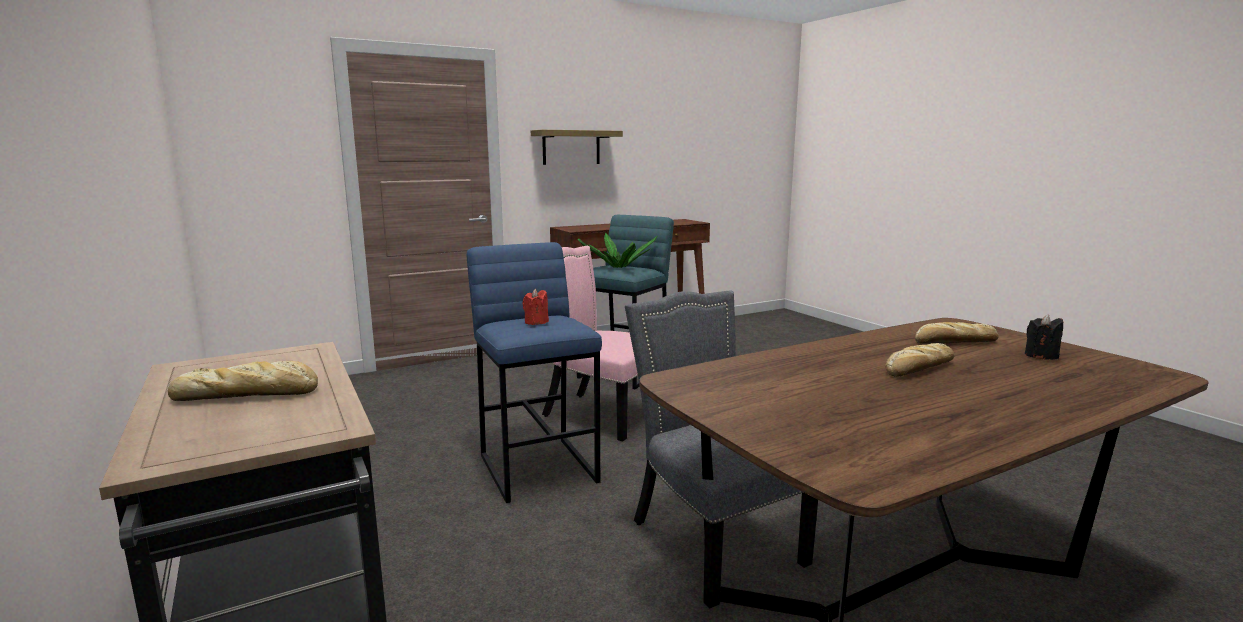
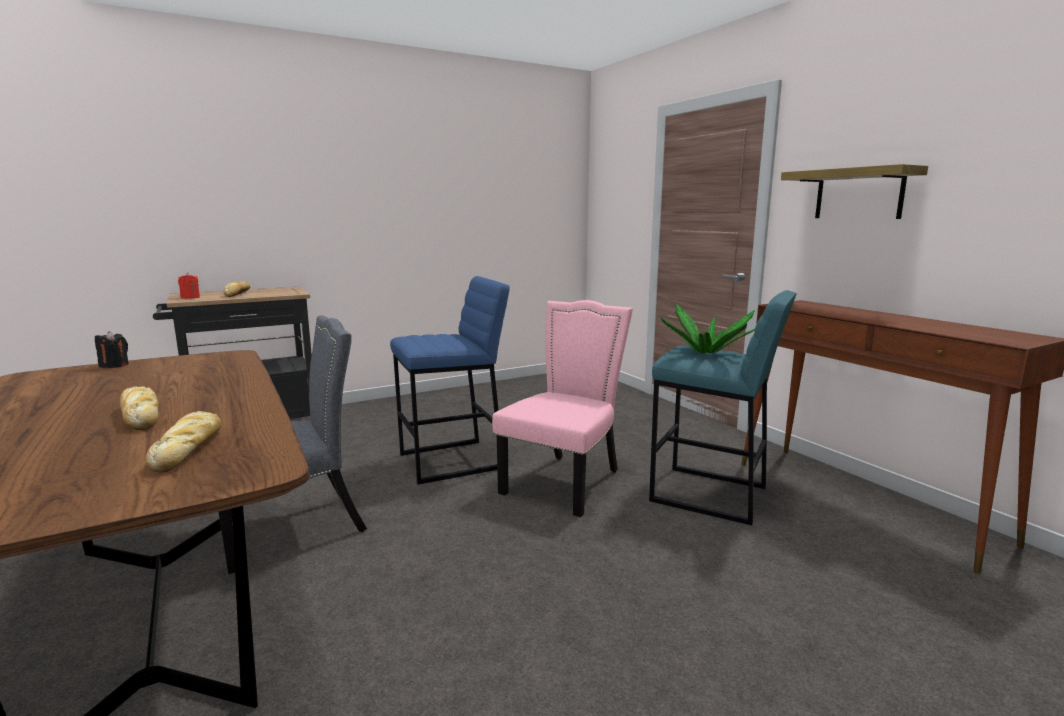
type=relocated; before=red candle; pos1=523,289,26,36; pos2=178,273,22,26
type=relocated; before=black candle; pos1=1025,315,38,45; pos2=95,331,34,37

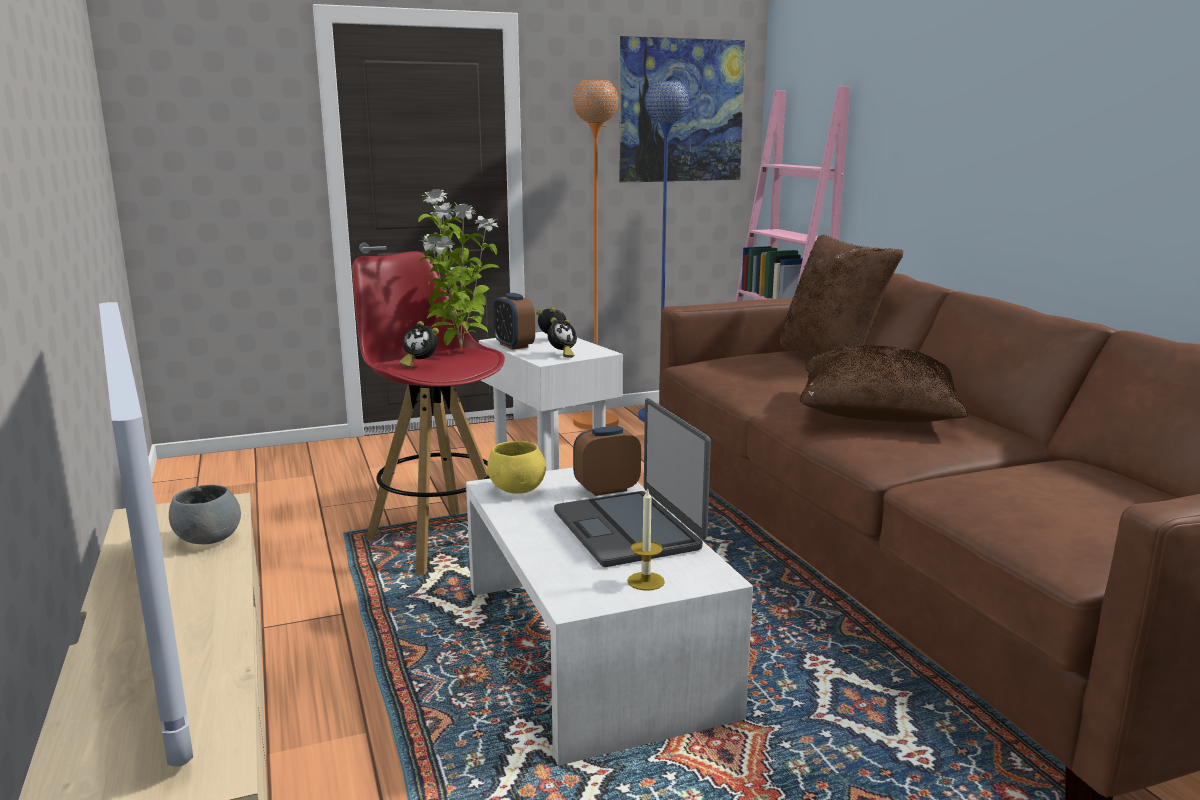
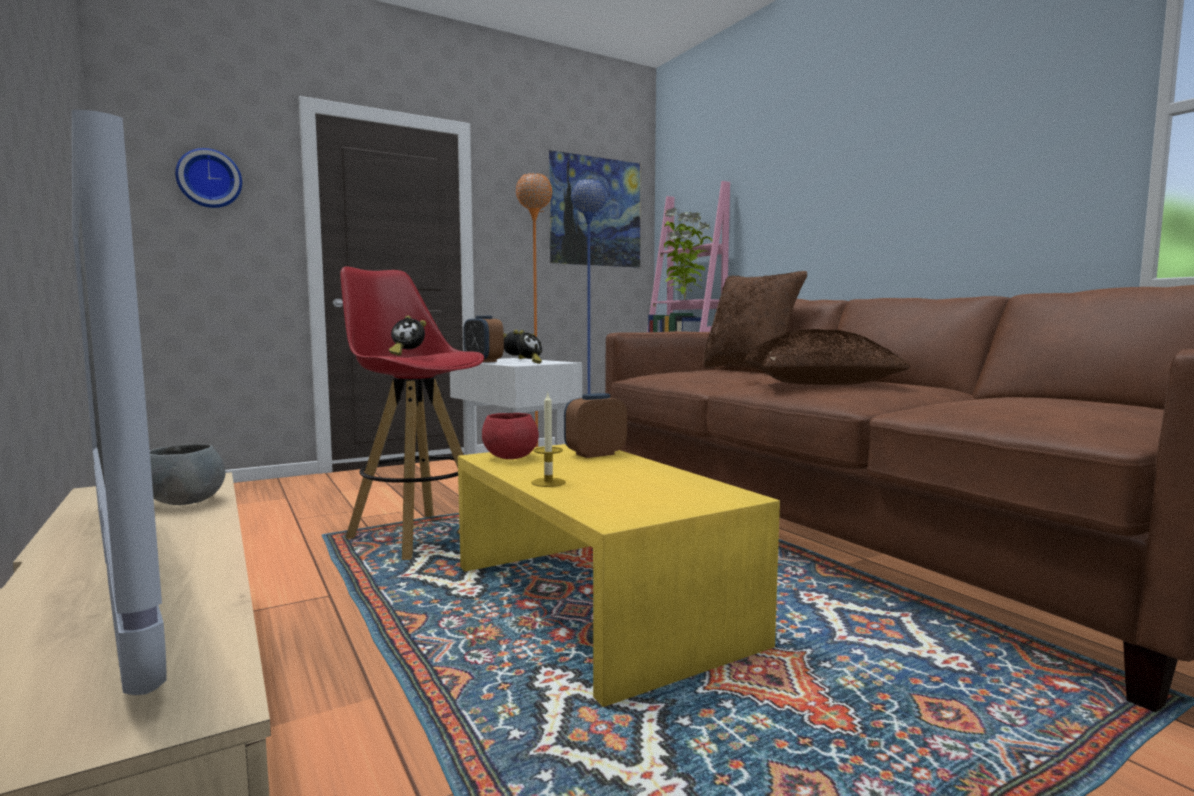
type=relocated; before=potted plant; pos1=418,189,81,160; pos2=664,208,48,92
type=missing; before=laptop; pos1=554,398,157,169
type=colour; before=yellow bowl; after=red bowl; pos1=487,441,59,53; pos2=482,413,57,46
type=colour; before=white coffee table; after=yellow coffee table; pos1=466,467,287,299; pos2=458,444,322,263
type=relocated; before=candle; pos1=627,487,38,104; pos2=531,393,35,94
type=appeared; after=wall clock; pos2=175,148,67,60

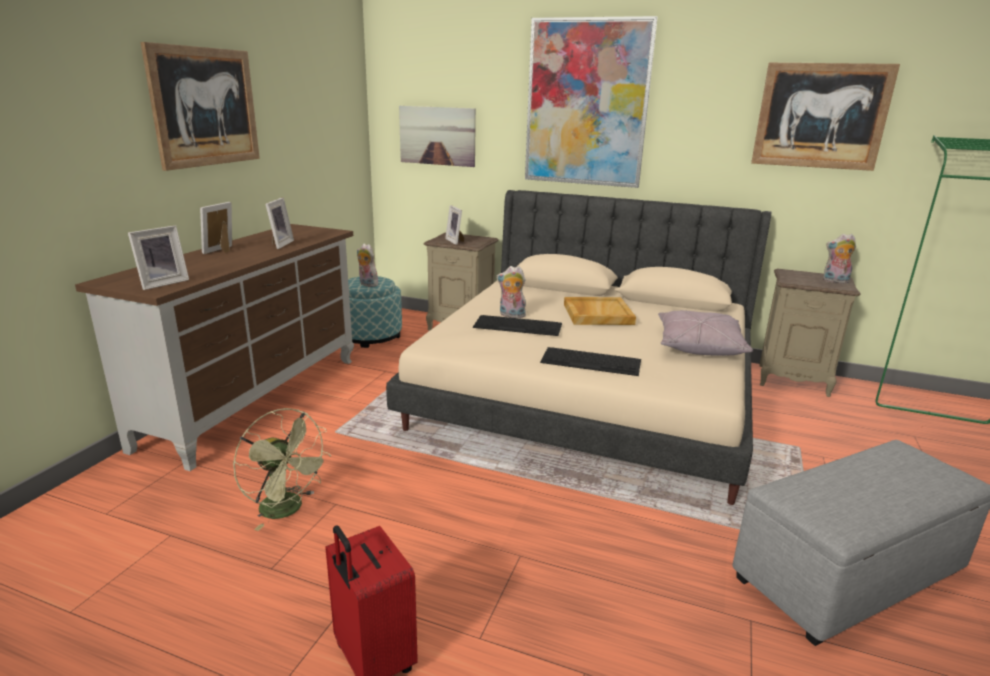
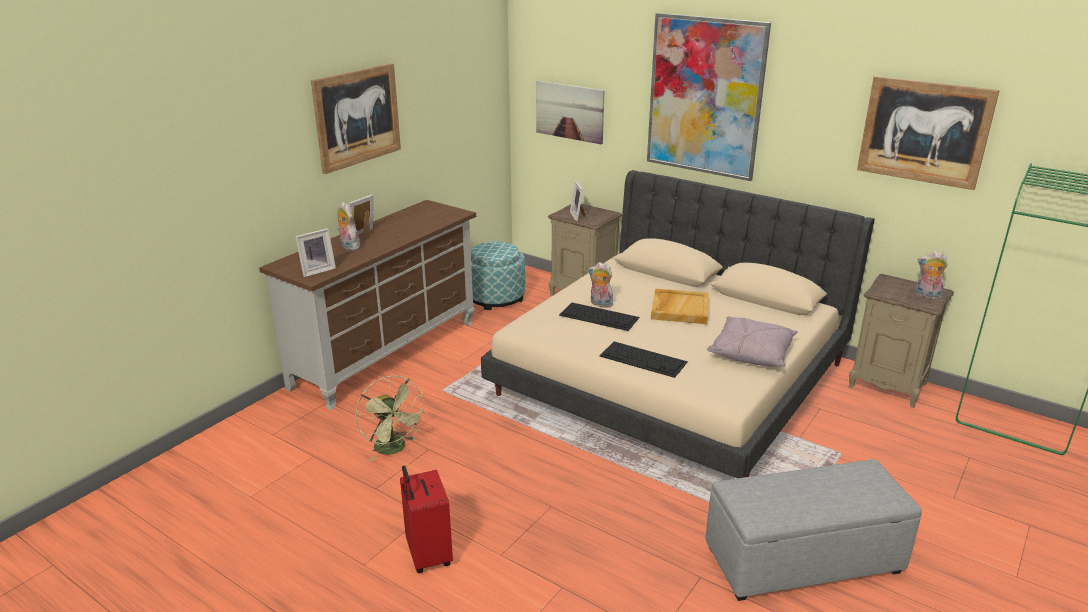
type=missing; before=picture frame; pos1=265,198,29,51
type=relocated; before=plush toy; pos1=357,243,21,44; pos2=337,202,23,48

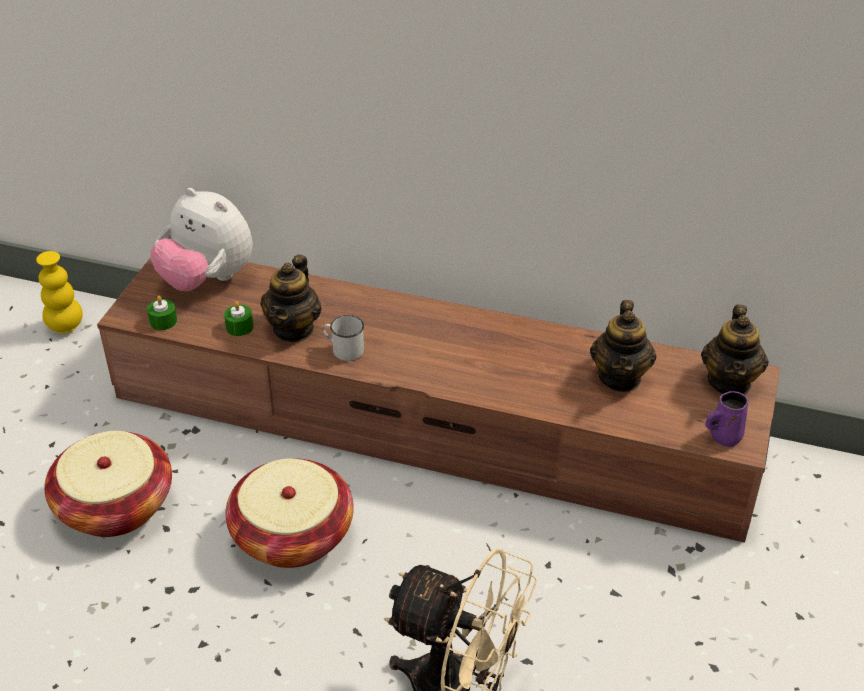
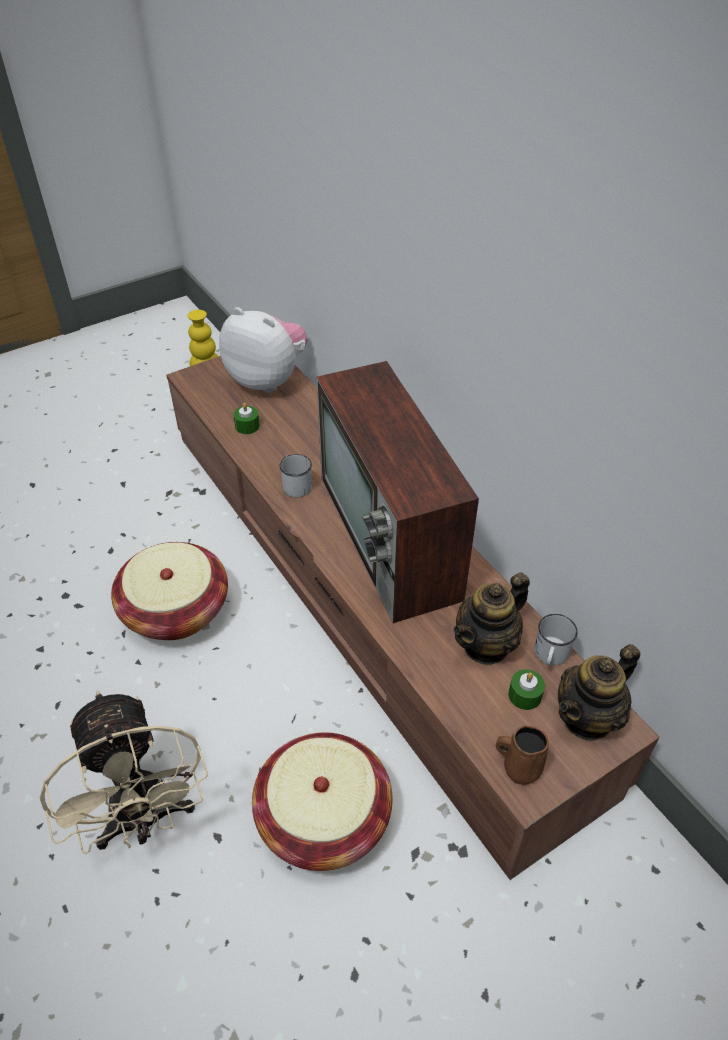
type=spun; before=plush toy; pos1=151,188,102,103; pos2=219,307,88,86; turn=135
type=missing; before=teapot; pos1=260,255,62,87
type=relocated; before=green candle; pos1=147,296,30,34; pos2=508,669,37,41
type=colour; before=purple mug; after=brown mug; pos1=705,391,44,56; pos2=496,726,53,59
type=relocated; before=basket; pos1=44,431,128,106; pos2=252,732,140,139
type=appeared; after=television; pos2=317,361,162,262
type=appeared; after=white mug; pos2=534,614,44,52

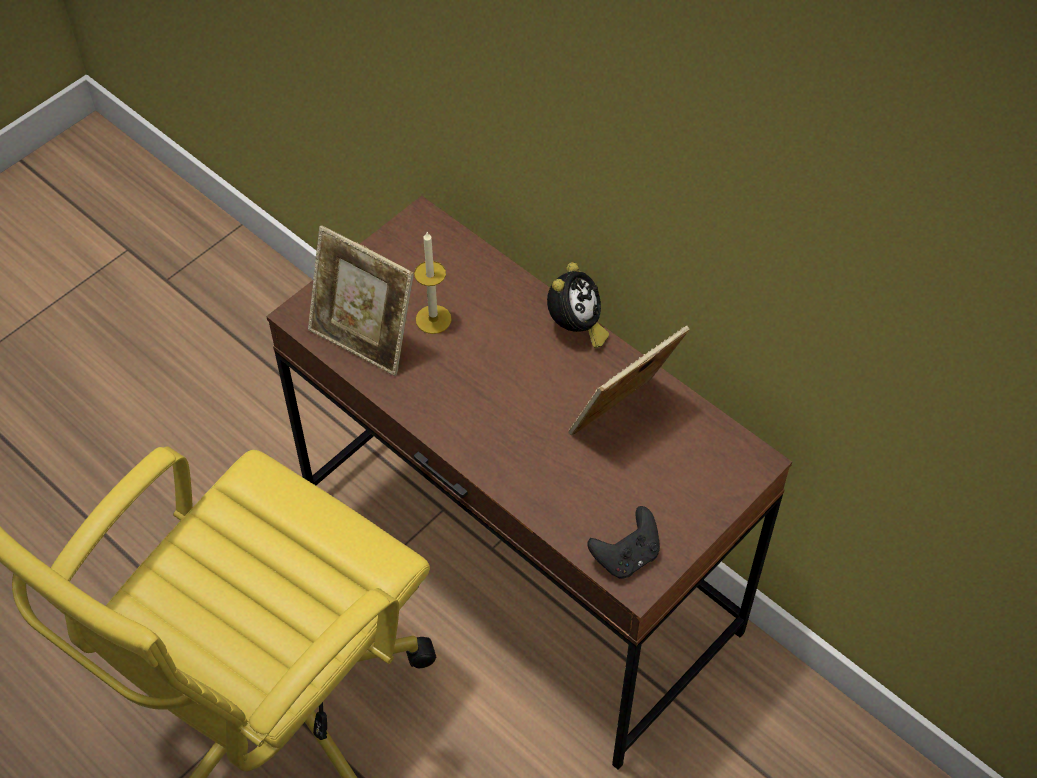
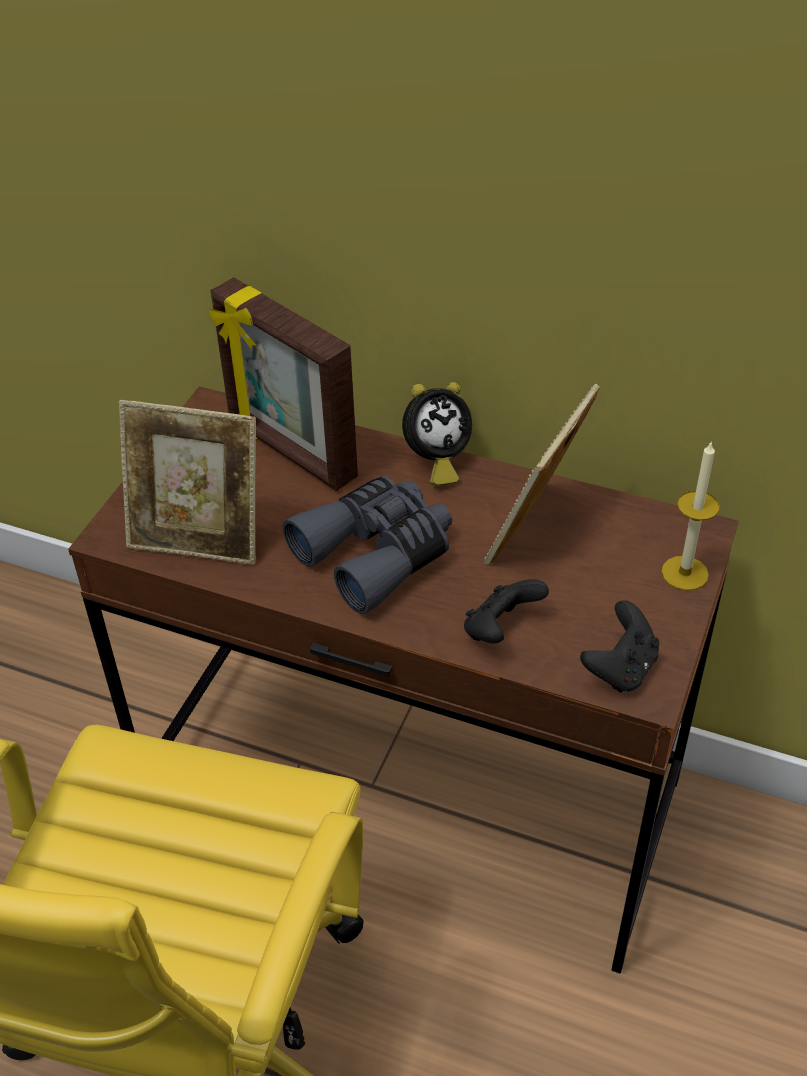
type=relocated; before=candle; pos1=414,232,38,102; pos2=661,441,59,150
type=spun; before=alarm clock; pos1=547,262,62,86; pos2=402,382,70,104; turn=60
type=appeared; after=picture frame; pos2=209,277,149,214
type=appeared; after=grey binoculars; pos2=283,476,169,138
type=appeared; after=black game controller; pos2=464,579,85,64

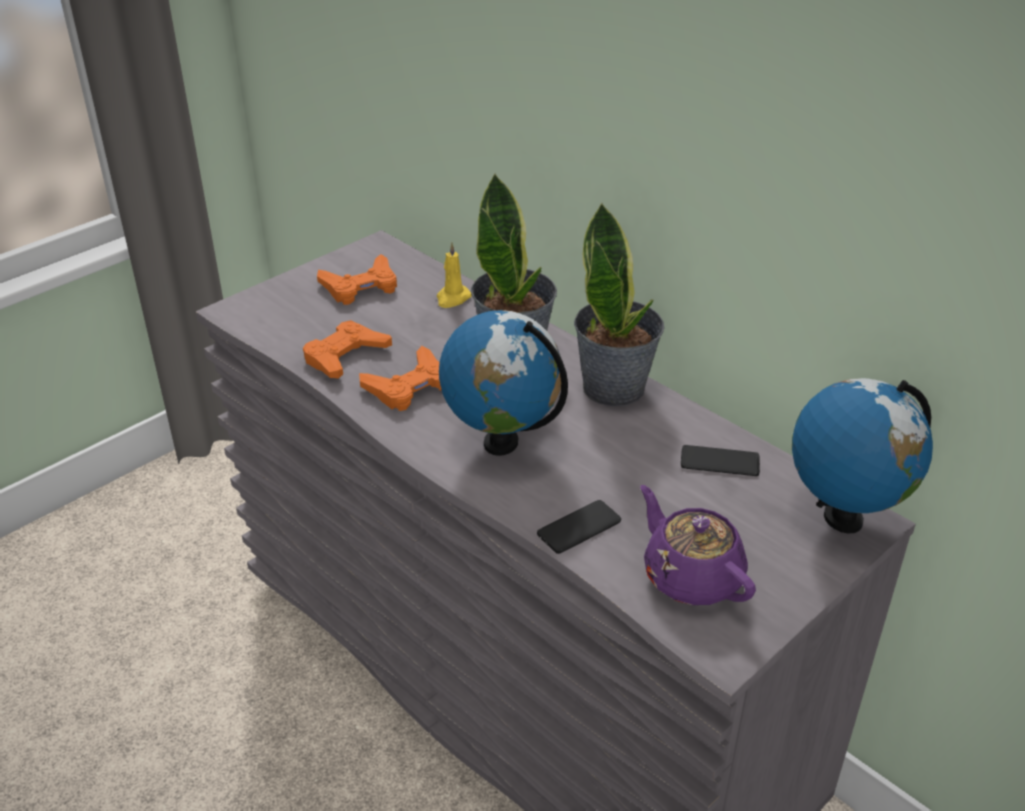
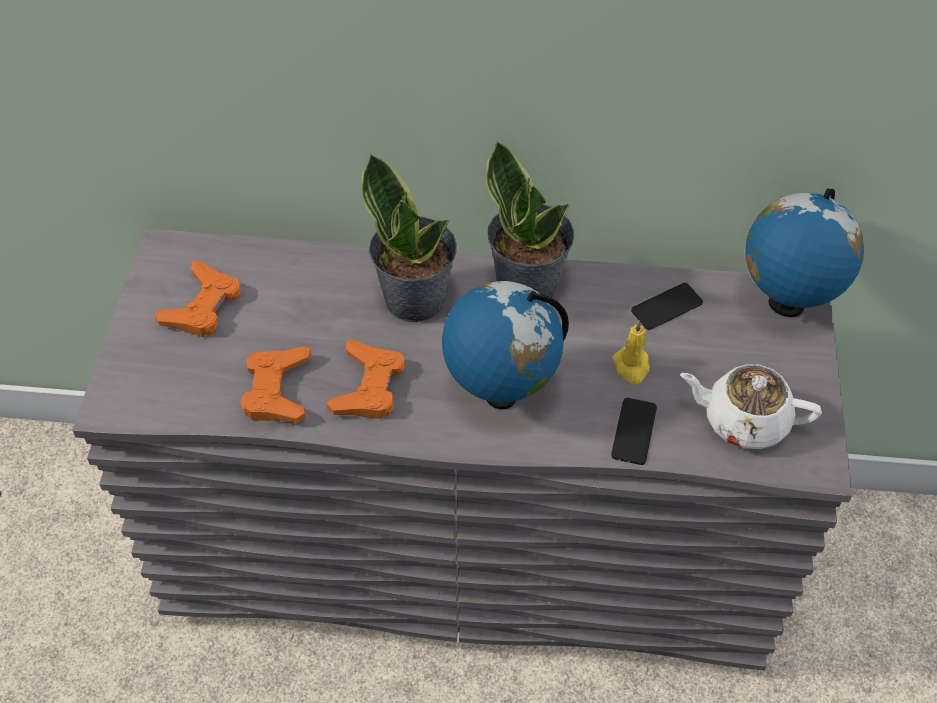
type=relocated; before=yellow candle; pos1=437,242,35,66; pos2=612,320,38,64
type=colour; before=purple teapot; after=white teapot; pos1=640,485,116,120; pos2=680,364,142,85

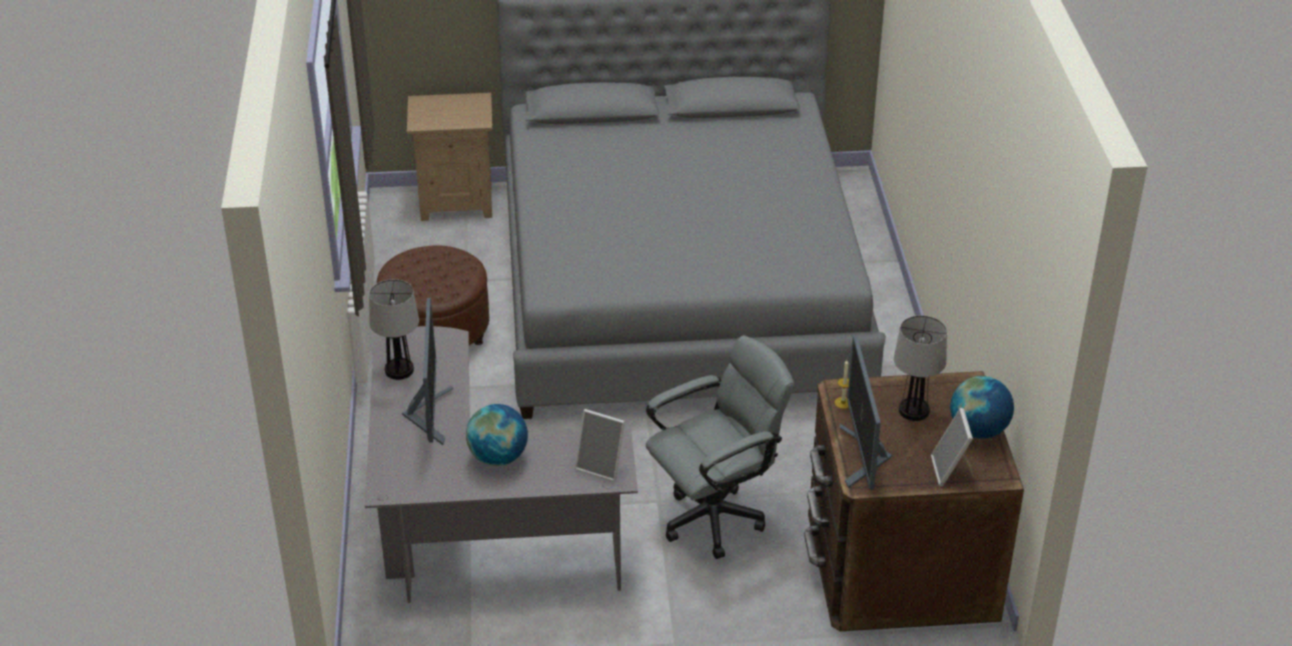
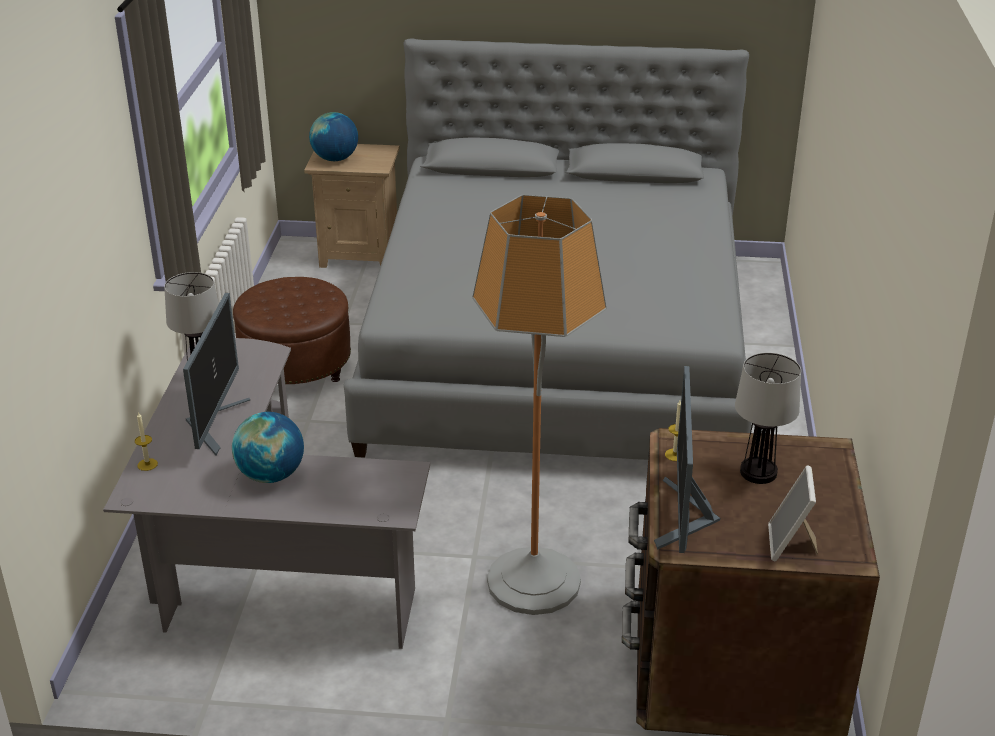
type=exchanged; before=grey office chair; after=floor lamp; pos1=646,335,148,224; pos2=472,194,135,421
type=relocated; before=globe; pos1=950,376,64,63; pos2=309,112,49,49
type=missing; before=picture frame; pos1=575,409,50,73
type=appeared; after=candle; pos2=135,412,23,59

